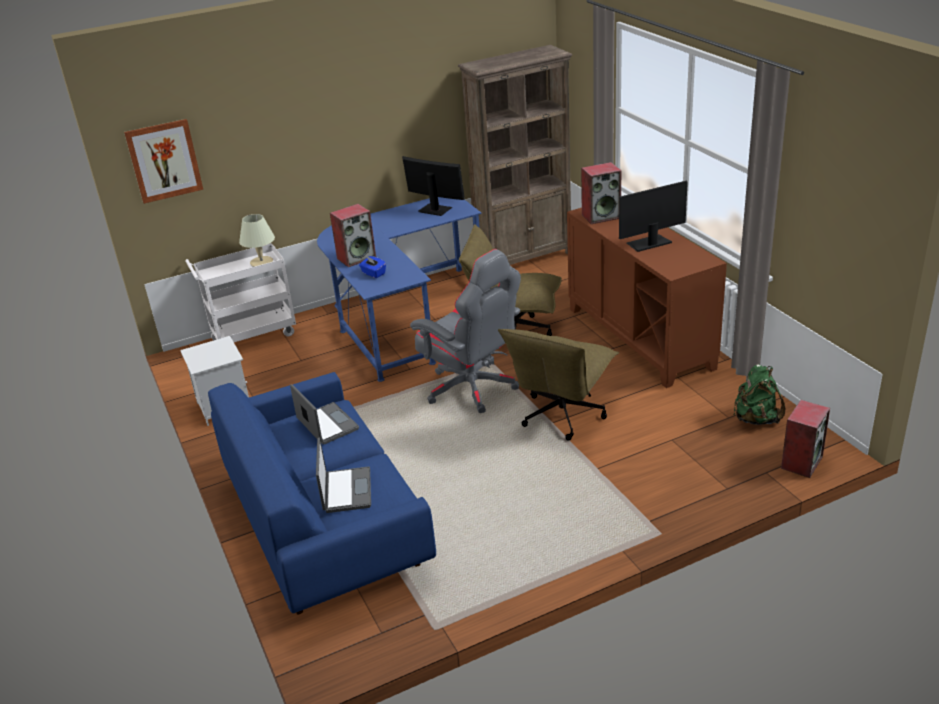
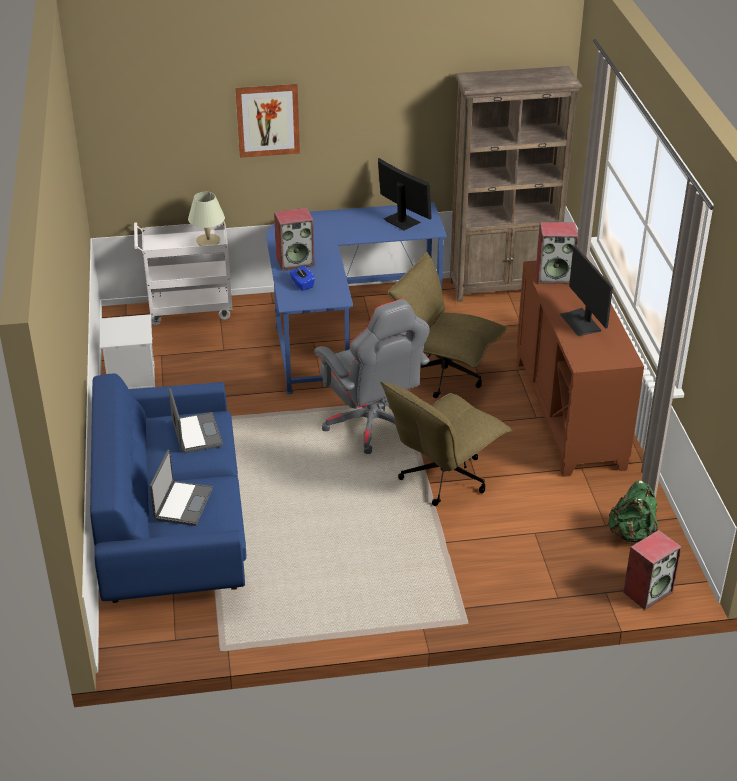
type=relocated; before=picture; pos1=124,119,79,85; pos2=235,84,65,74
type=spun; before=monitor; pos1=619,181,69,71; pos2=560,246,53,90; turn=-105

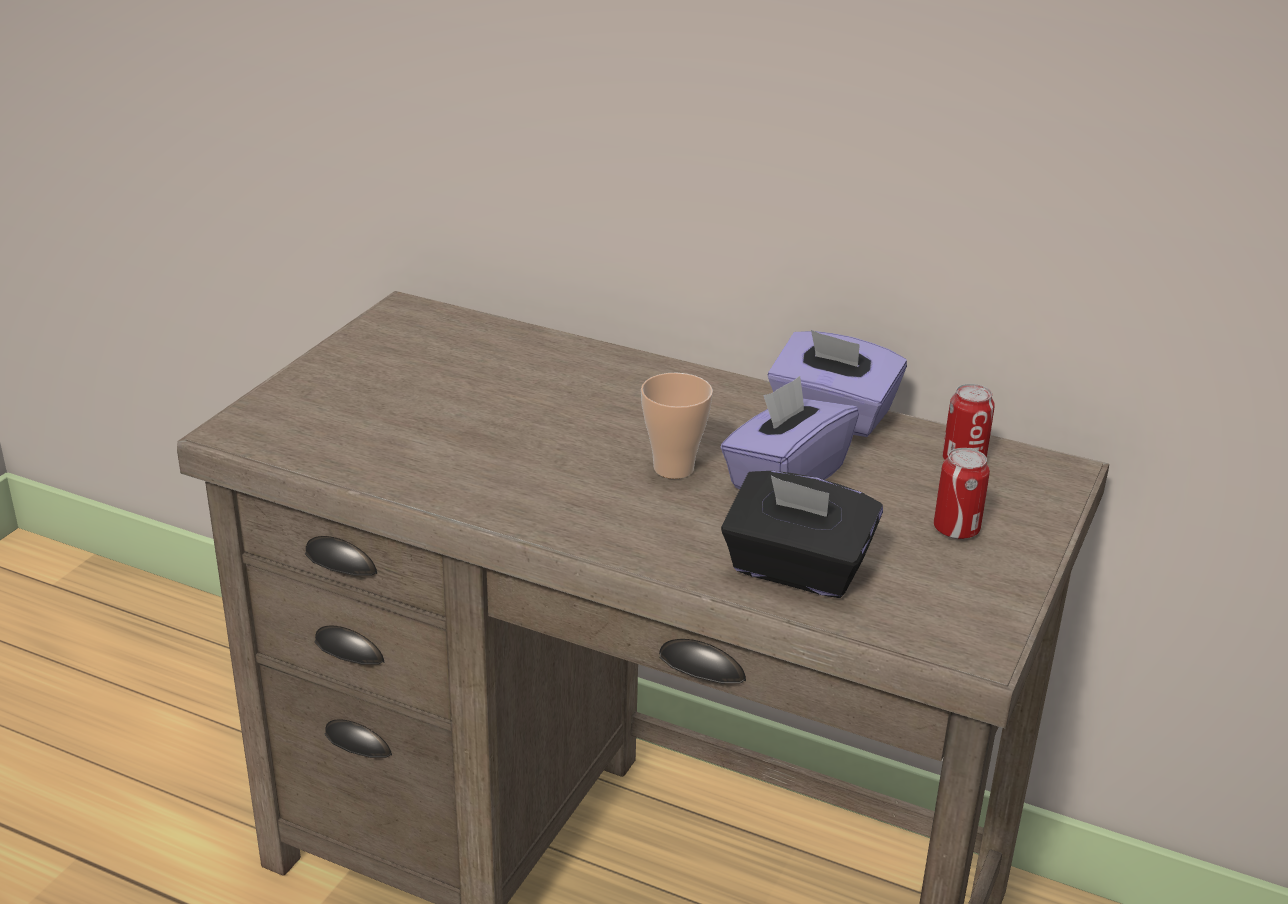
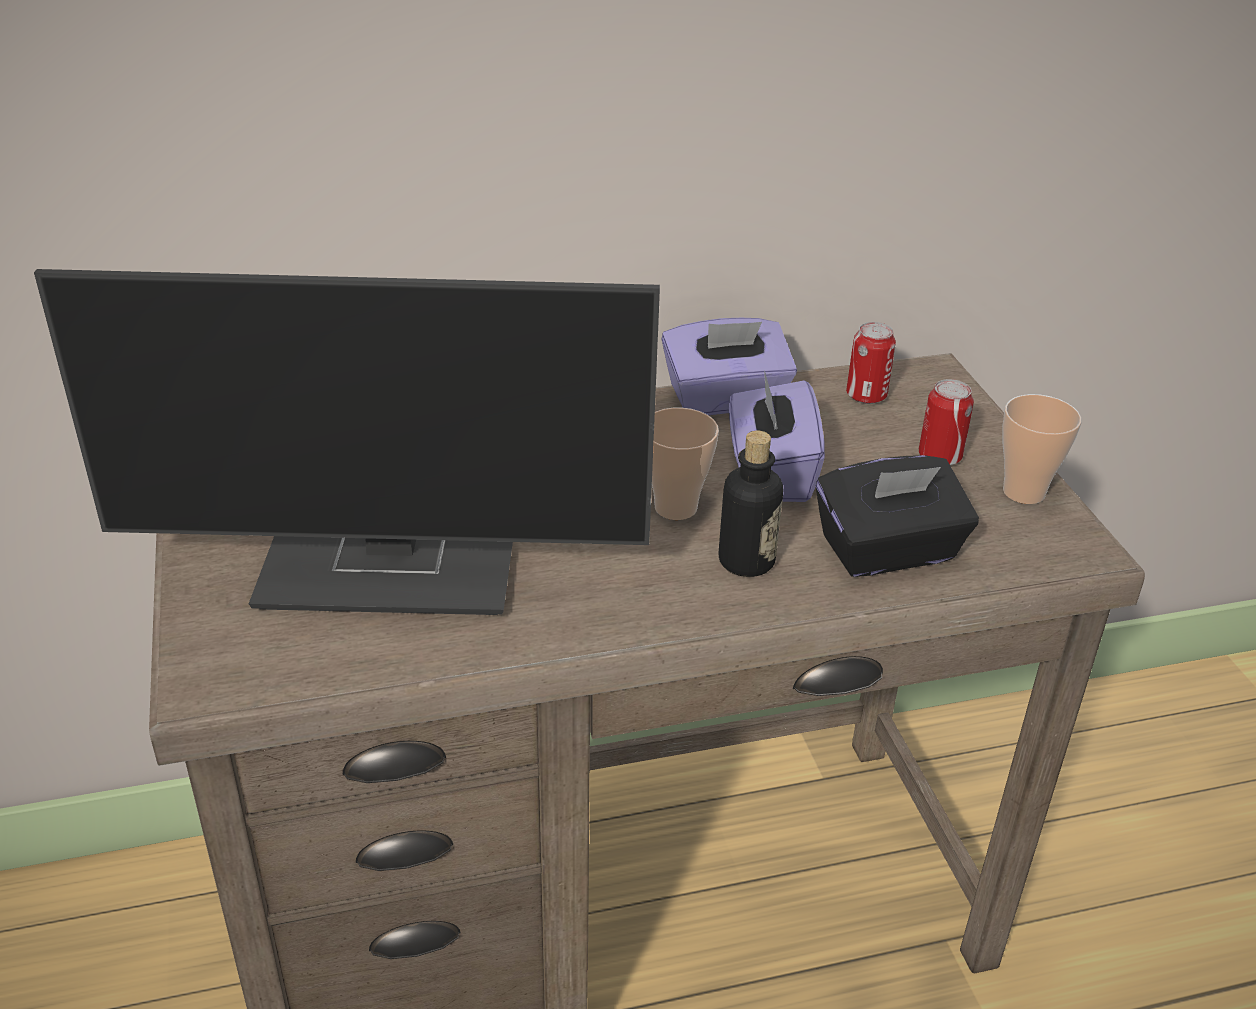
type=appeared; after=monitor; pos2=34,269,626,346
type=appeared; after=cup; pos2=1003,394,79,110
type=appeared; after=bottle; pos2=719,431,64,146

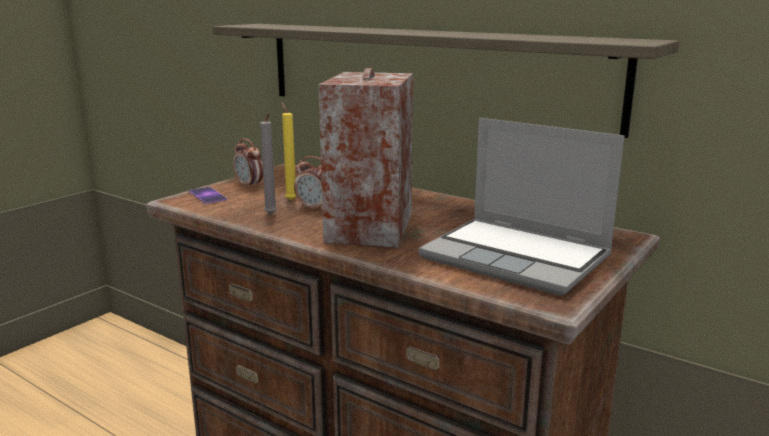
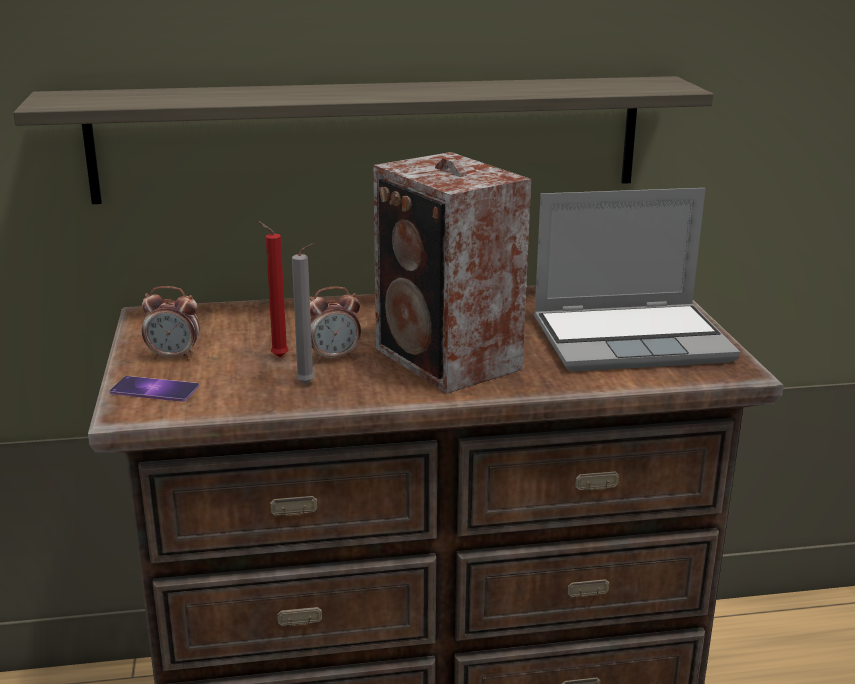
type=colour; before=yellow candle; after=red candle; pos1=281,102,15,99; pos2=257,221,31,136

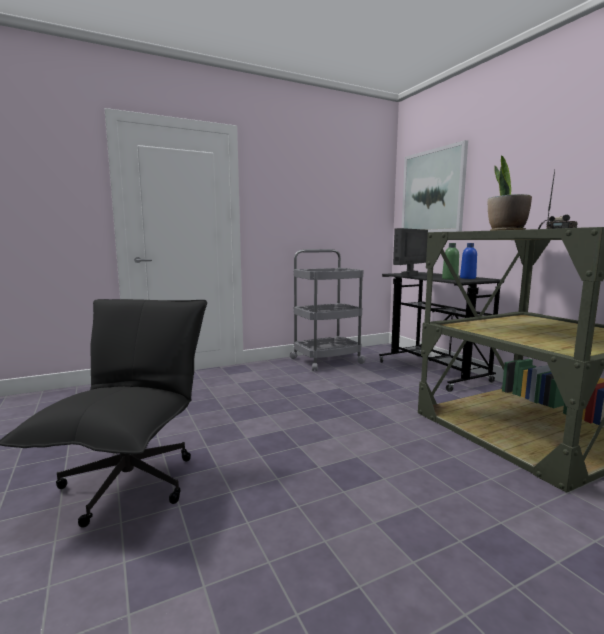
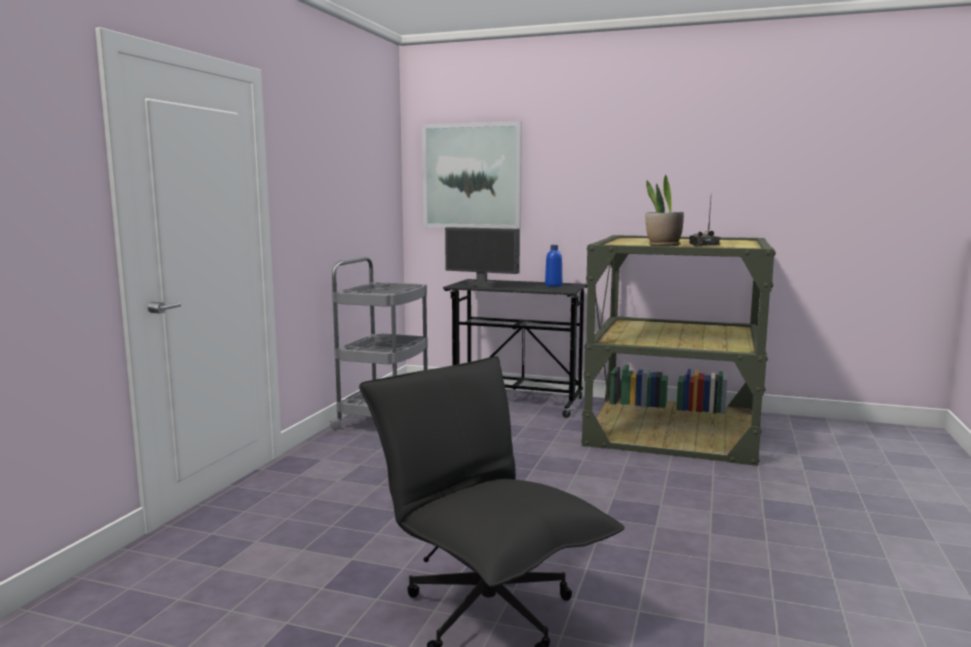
type=spun; before=monitor; pos1=393,228,35,48; pos2=445,227,75,60; turn=-60
type=missing; before=green bottle; pos1=442,243,17,37

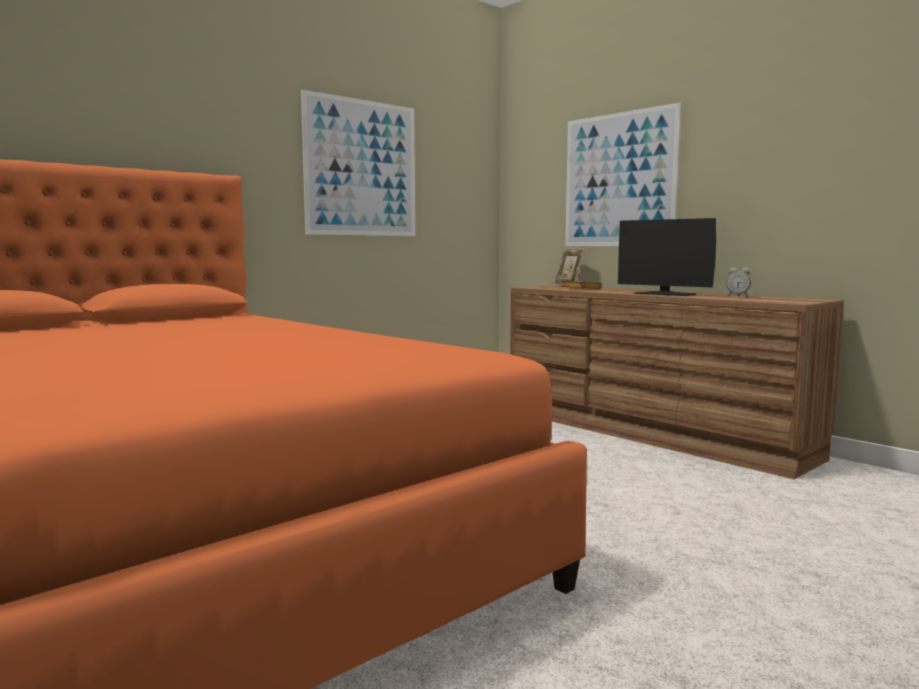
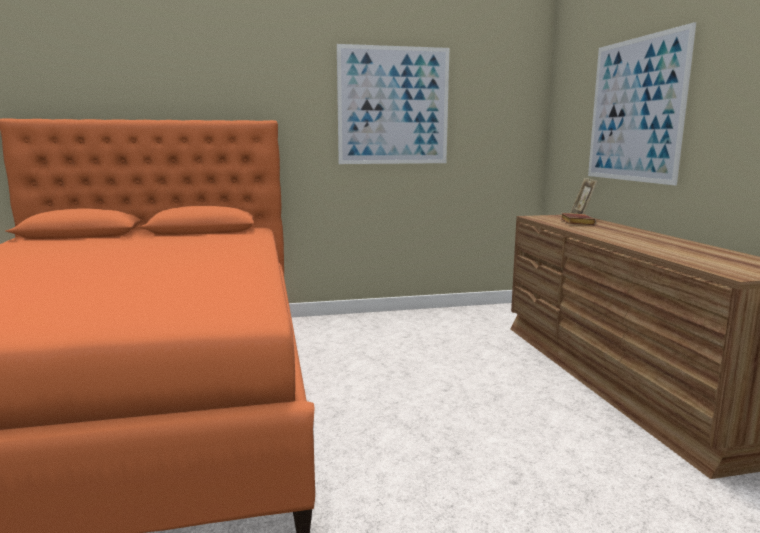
type=missing; before=monitor; pos1=618,218,98,78
type=missing; before=alarm clock; pos1=726,267,25,30

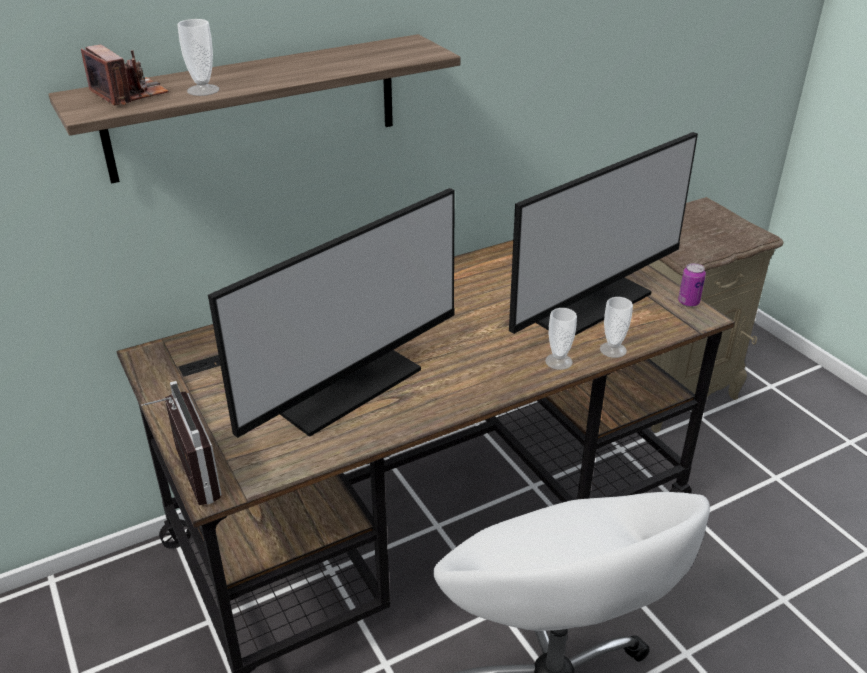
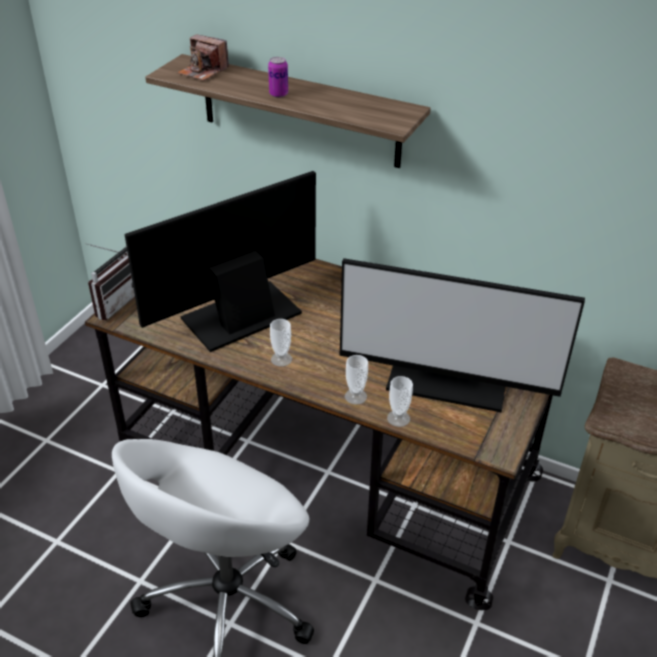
type=relocated; before=cup; pos1=178,19,41,77; pos2=270,319,22,48
type=spun; before=photo camera; pos1=81,45,88,61; pos2=177,34,52,47; turn=105
type=spun; before=monitor; pos1=208,188,247,250; pos2=124,171,192,181; turn=135
type=relocated; before=can; pos1=678,263,28,44; pos2=268,57,20,41

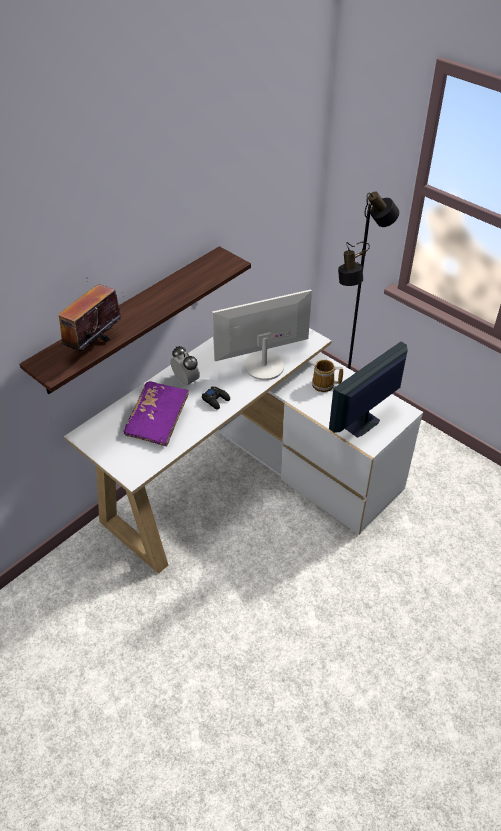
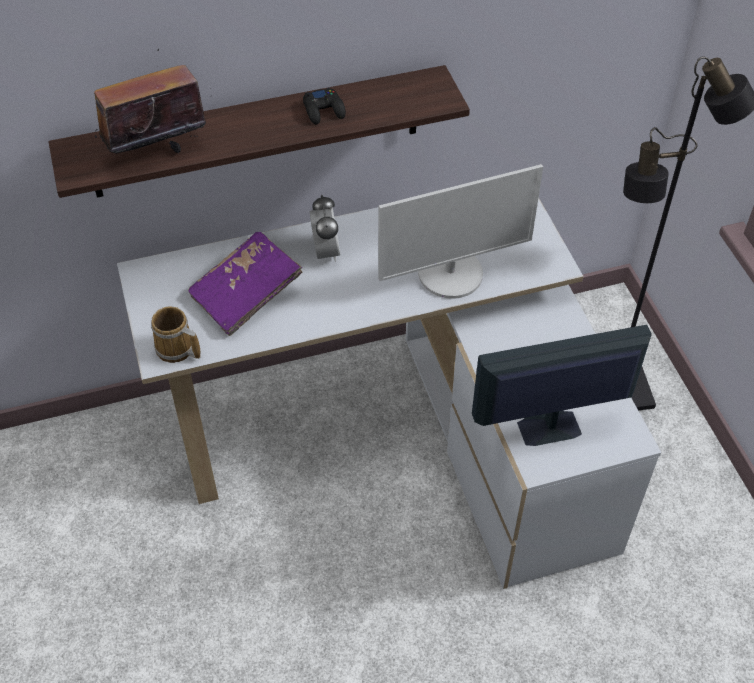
type=spun; before=monitor; pos1=212,290,100,90; pos2=378,164,165,135; turn=150
type=relocated; before=mug; pos1=312,360,31,32; pos2=151,306,50,57
type=relocated; before=black game controller; pos1=202,387,28,23; pos2=303,88,43,37

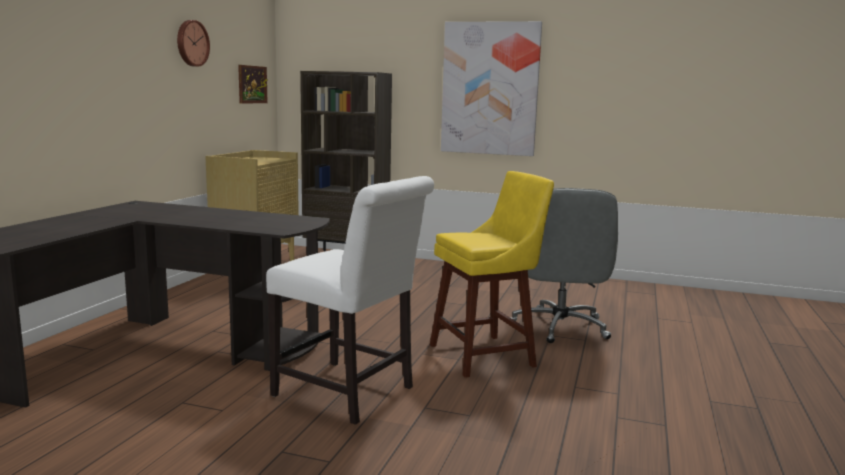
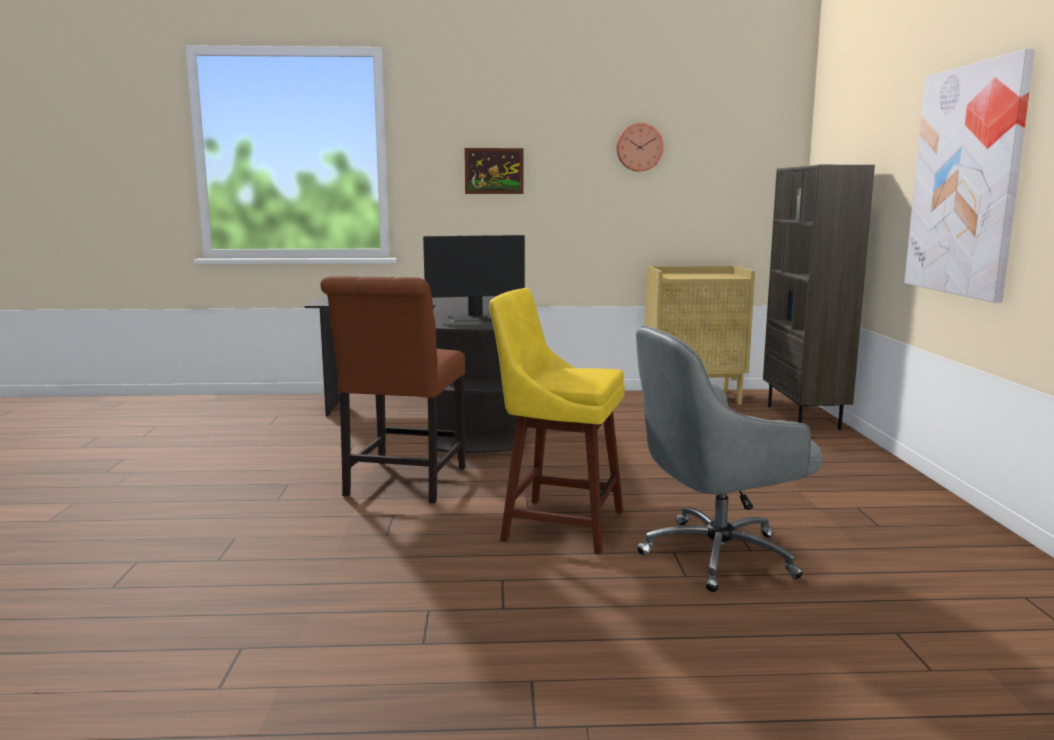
type=relocated; before=picture; pos1=238,65,30,39; pos2=464,148,59,46
type=spun; before=yellow chair; pos1=430,171,124,207; pos2=489,288,136,267; turn=150
type=colour; before=white chair; after=brown chair; pos1=266,176,168,249; pos2=320,276,145,228
type=appeared; after=monitor; pos2=423,235,102,88

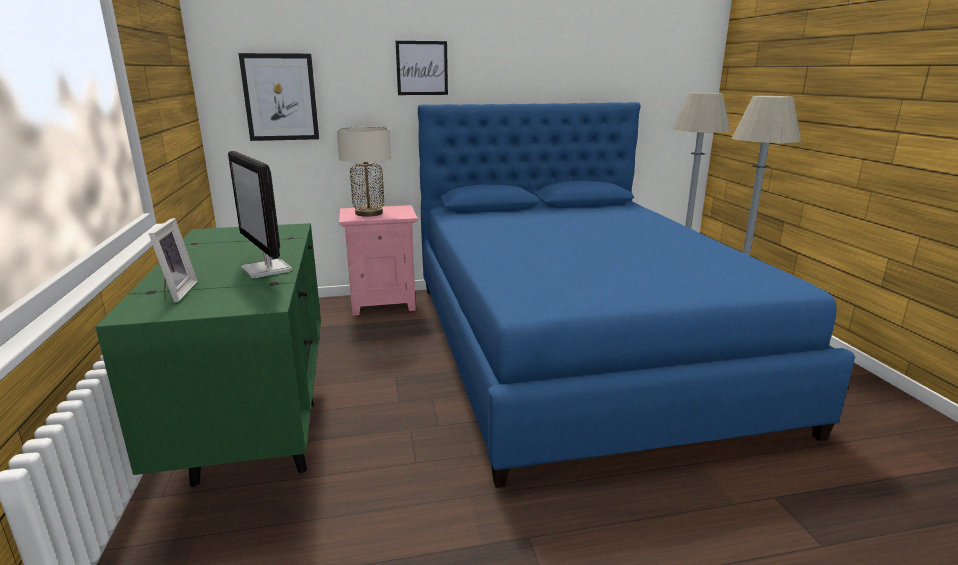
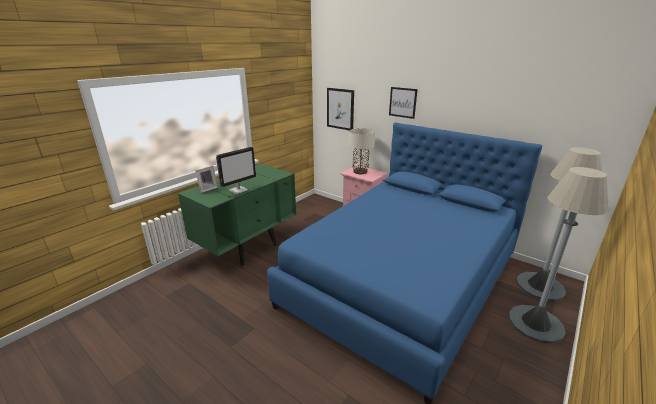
type=spun; before=monitor; pos1=228,151,64,127; pos2=216,147,40,47; turn=-150

